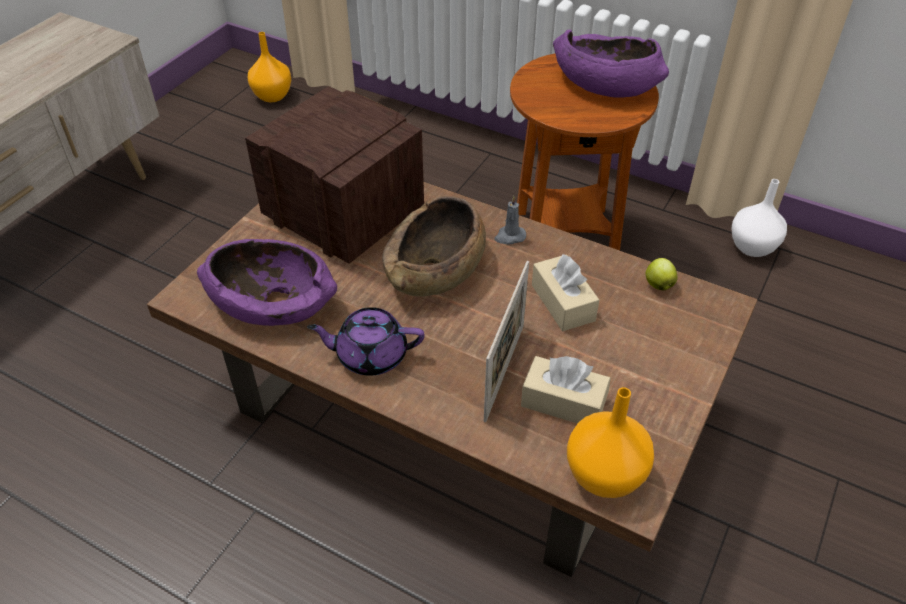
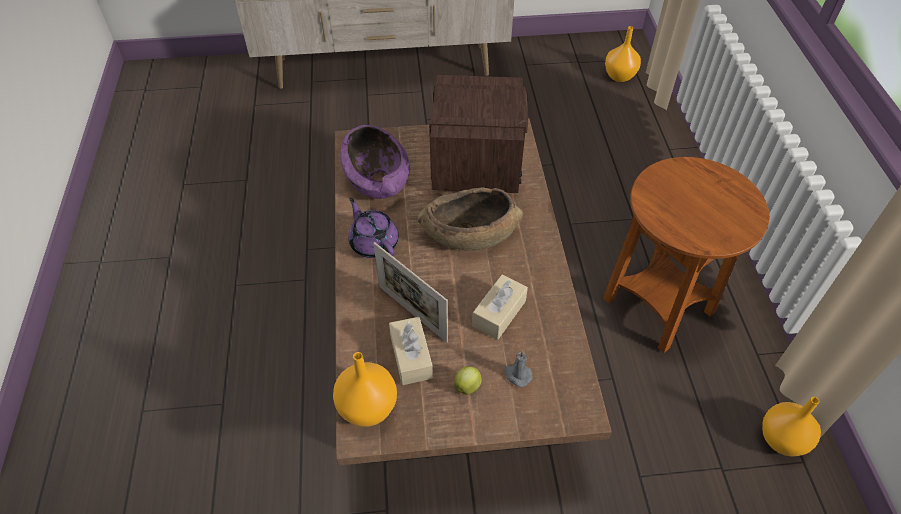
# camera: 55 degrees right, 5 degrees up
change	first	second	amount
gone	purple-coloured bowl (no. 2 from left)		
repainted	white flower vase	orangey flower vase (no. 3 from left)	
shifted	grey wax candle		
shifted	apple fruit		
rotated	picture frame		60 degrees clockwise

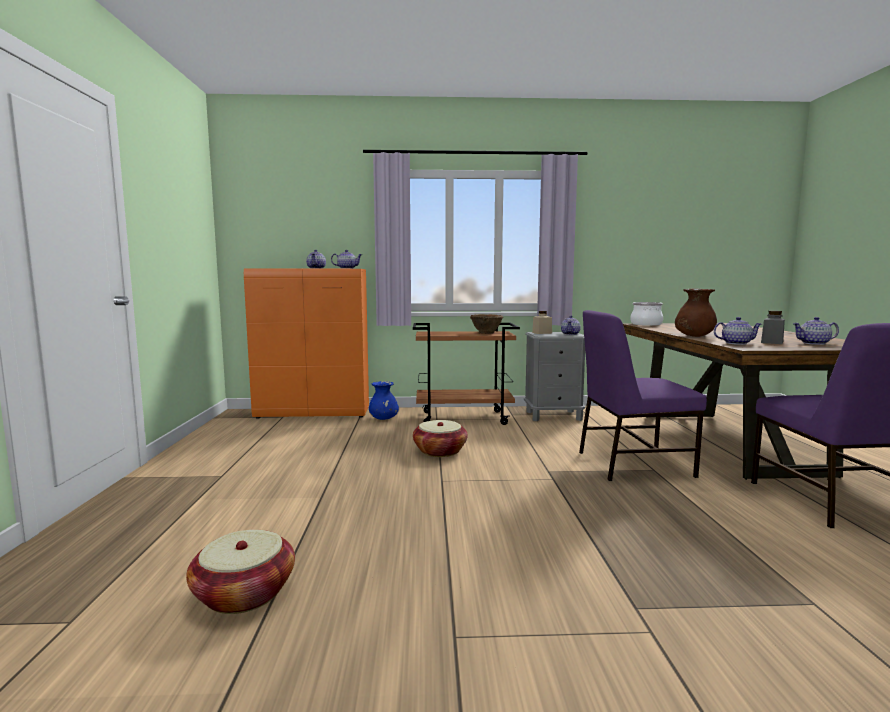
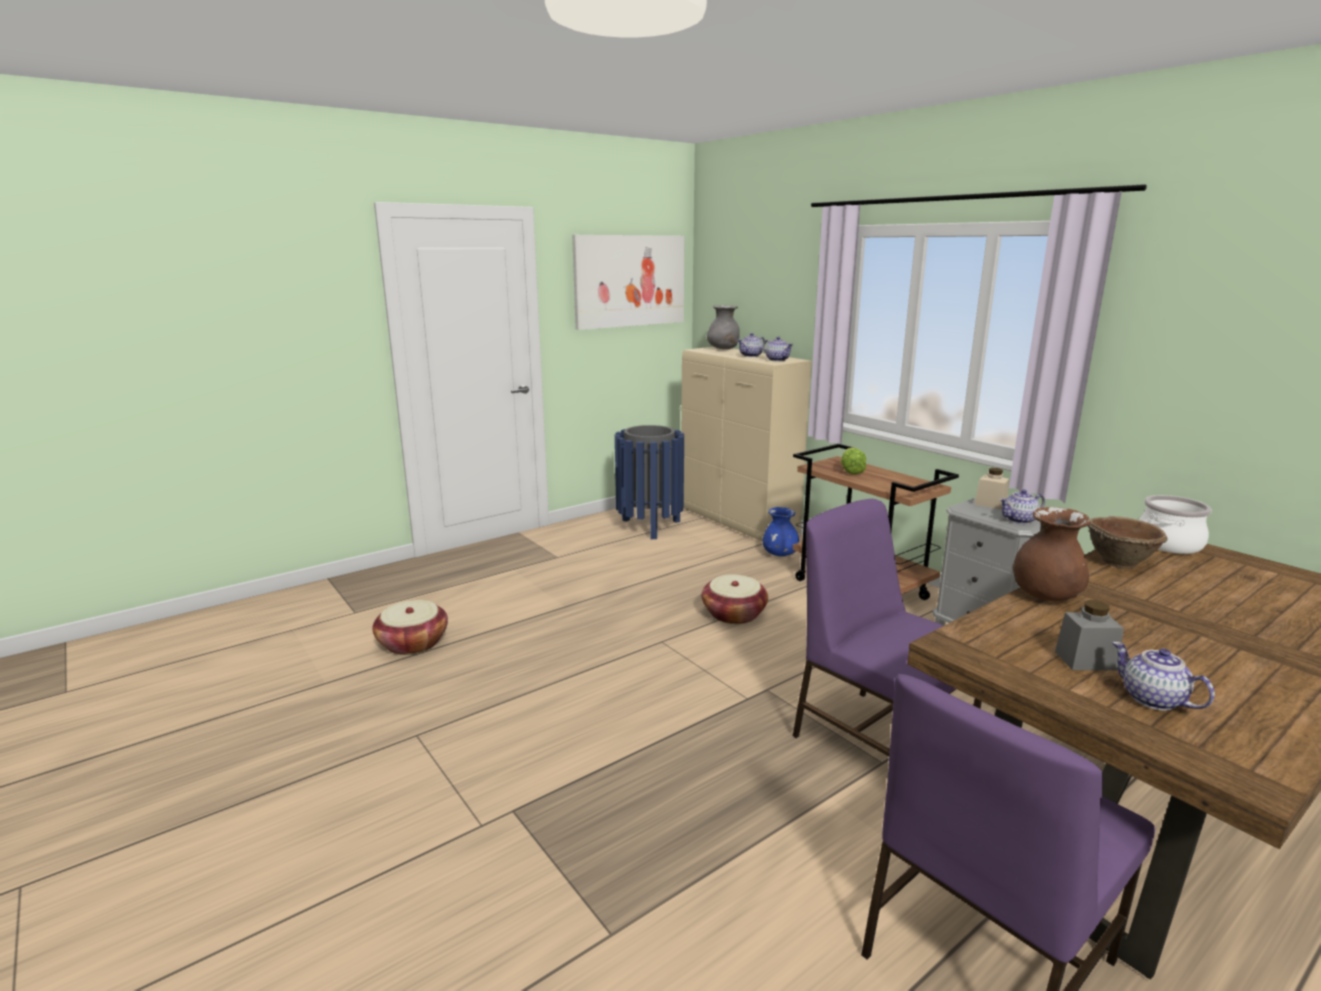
# camera: 55 degrees right, 10 degrees up
change	first	second	amount
repainted	orangey cabinet	beige cabinet	
shifted	brown-coloured bowl		
gone	teapot (no. 4 from left)		
new		picture	
new		grey flower vase	
new		blue trash can	
new		lettuce head	

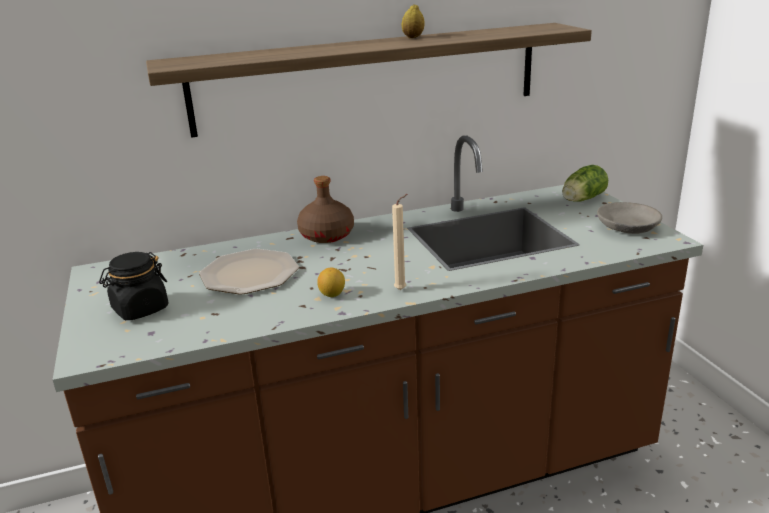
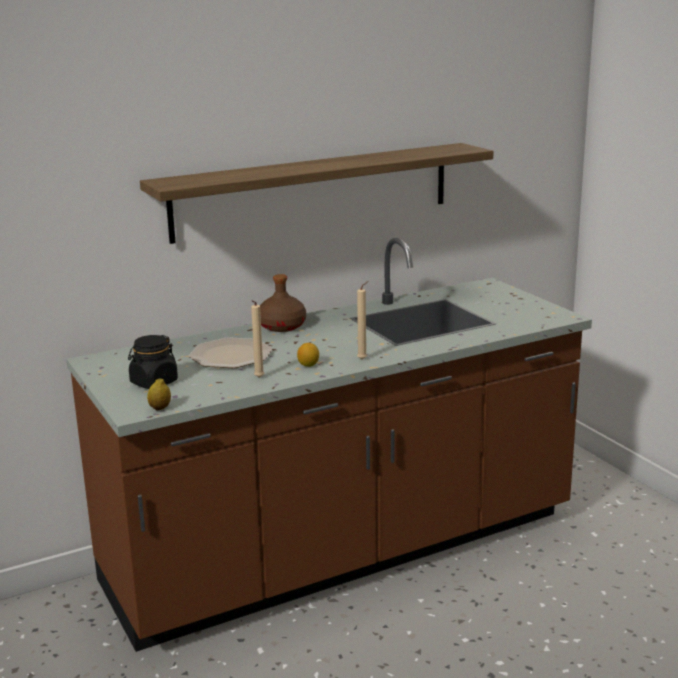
# camera: 10 degrees left, 5 degrees down
change	first	second	amount
shifted	lemon (no. 2 from left in the first image)	lemon (no. 1 from left)	
gone	lettuce head		
gone	grey bowl		
new		beige wax candle (no. 1 from left)	

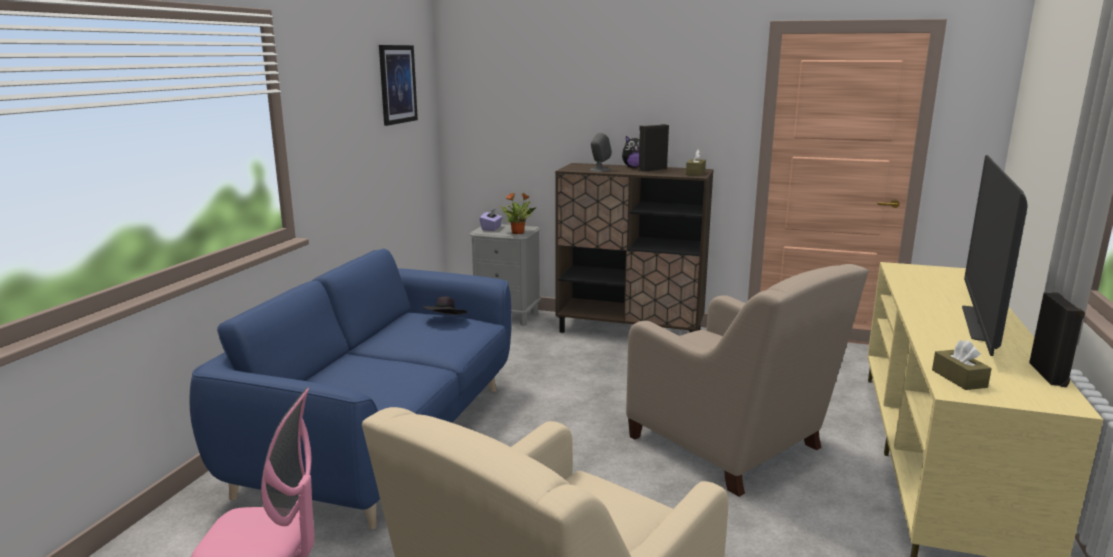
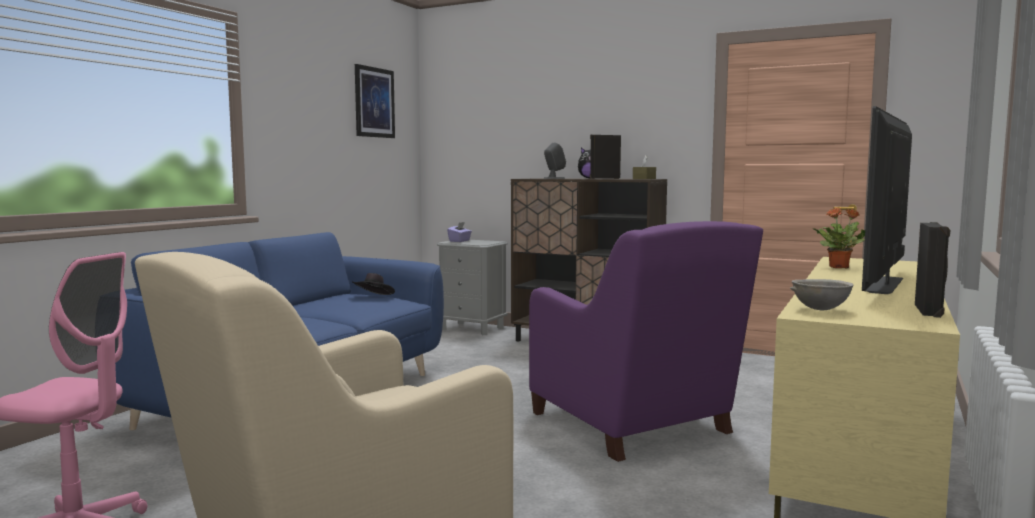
# camera: 10 degrees right, 10 degrees down
change	first	second	amount
shifted	houseplant		
repainted	beige armchair (no. 2 from left)	purple-coloured armchair	
swapped	brown-coloured box of tissues (no. 2 from left)	grey bowl	

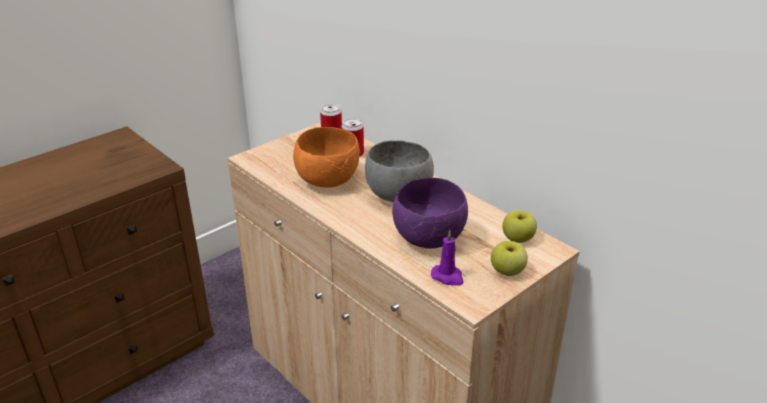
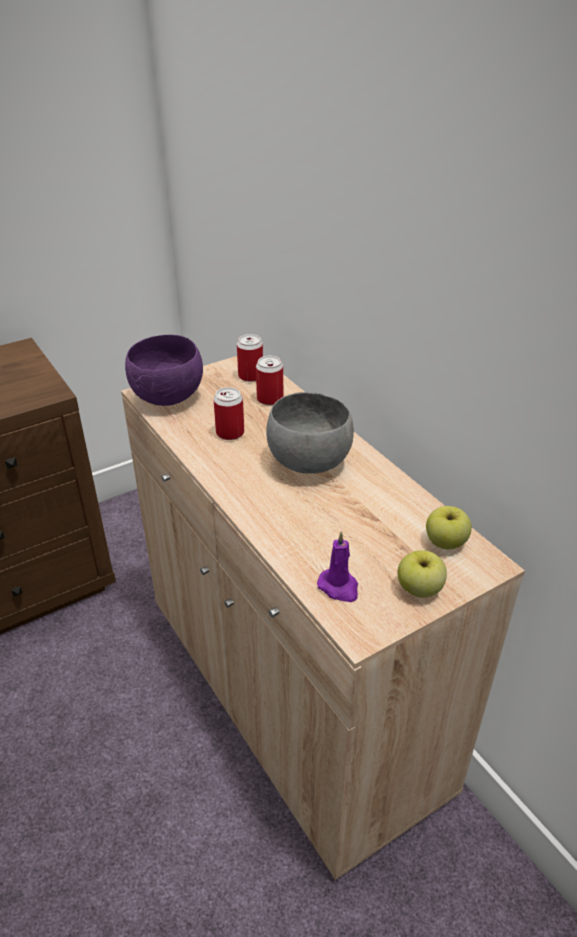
# camera: 10 degrees right, 5 degrees up
change	first	second	amount
swapped	orangey bowl	can (no. 1 from left)	
shifted	purple-coloured bowl		

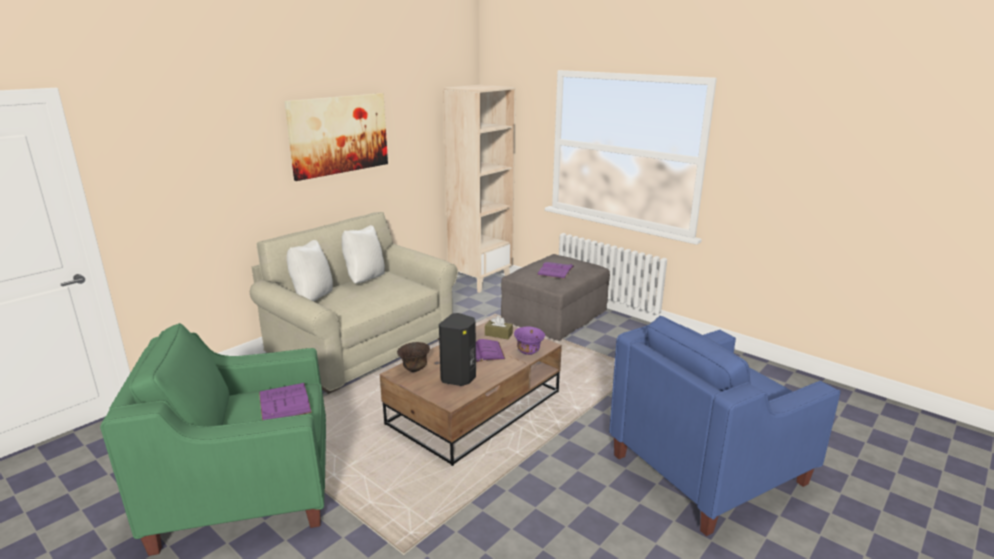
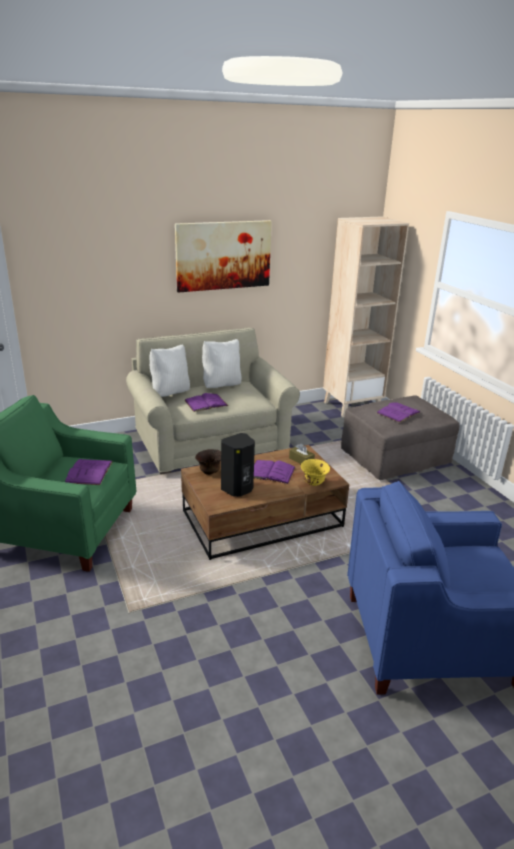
# camera: 25 degrees right, 5 degrees up
change	first	second	amount
repainted	purple-coloured bowl	yellow bowl	
new		purple-coloured bound book (no. 2 from left)	

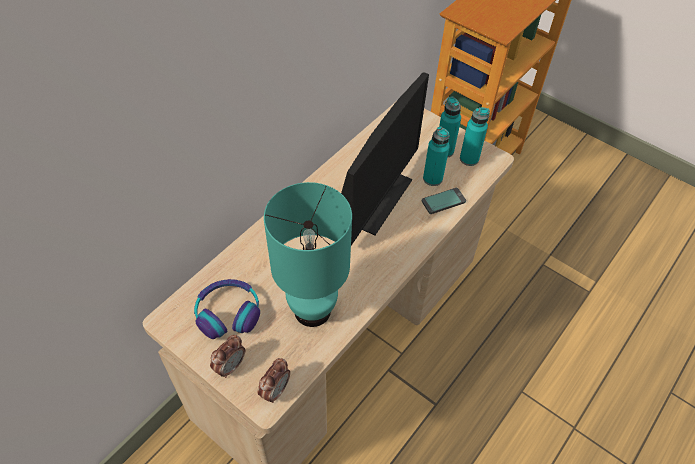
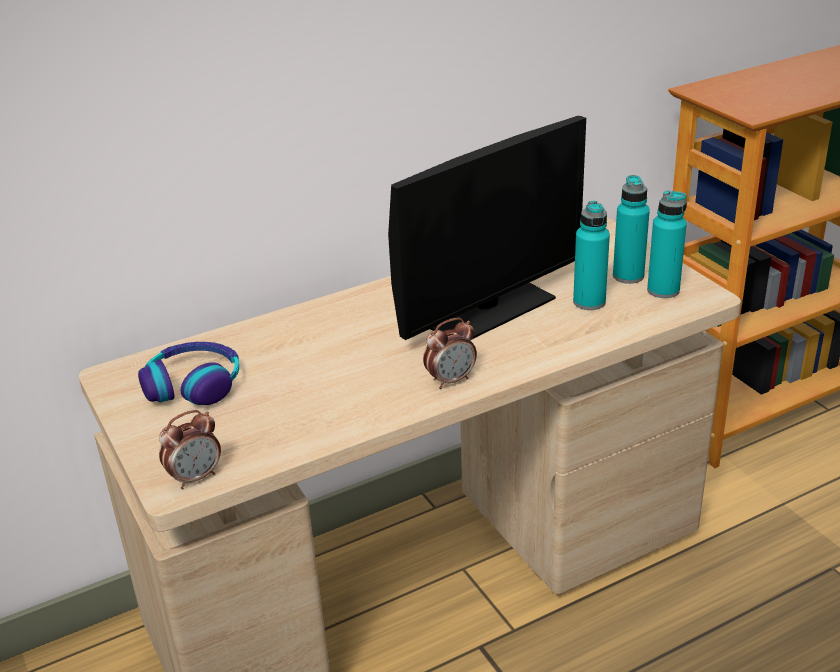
# camera: 25 degrees right, 20 degrees down
change	first	second	amount
gone	blue-green table lamp		
gone	phone		
shifted	bedside clock (no. 1 from left in the first image)	bedside clock (no. 2 from left)	

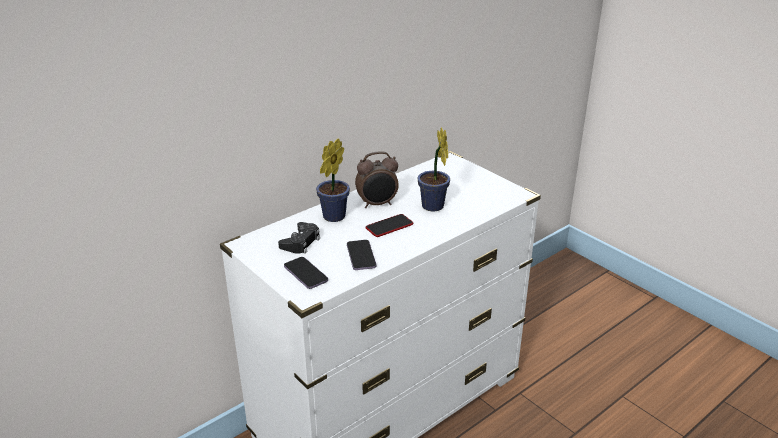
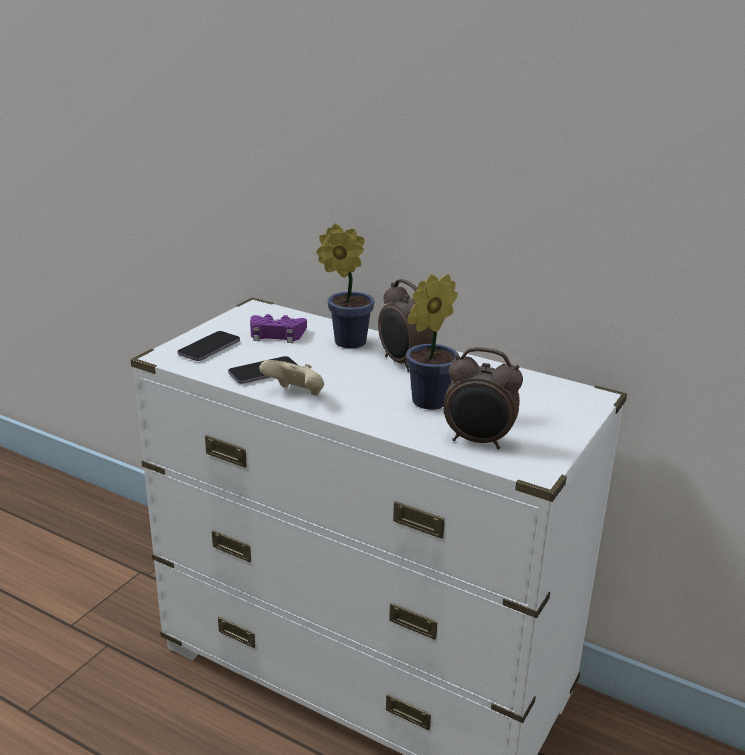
# camera: 70 degrees right, 5 degrees down
change	first	second	amount
gone	phone (no. 3 from left)		
repainted	black-coloured joypad	purple-coloured joypad	
new		bedside clock (no. 2 from left)	
new		beige joypad	

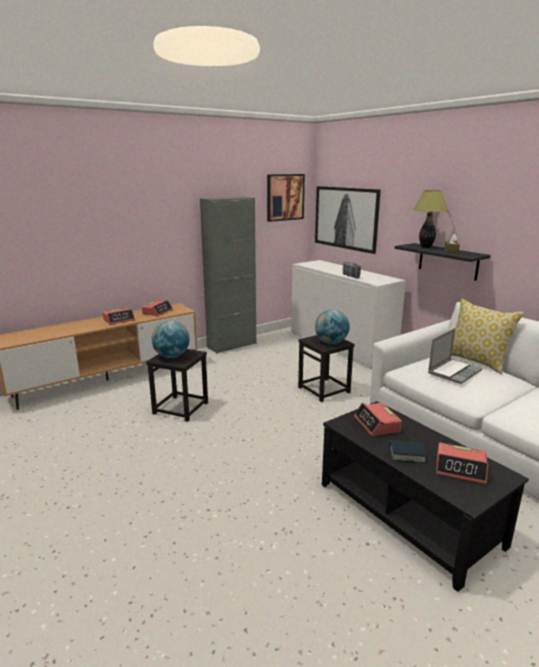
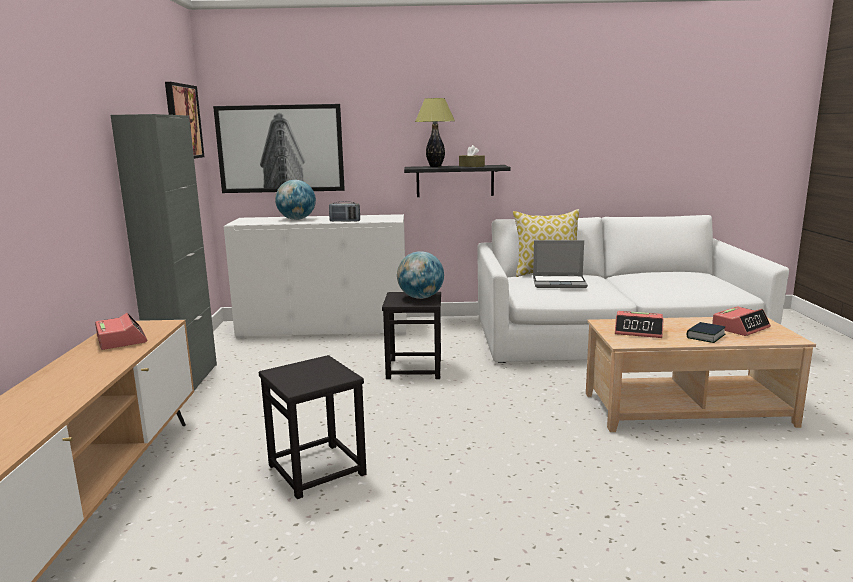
# camera: 55 degrees left, 5 degrees down
change	first	second	amount
gone	bedside clock (no. 1 from left)		
shifted	globe (no. 1 from left)		
rotated	laptop		105 degrees clockwise
repainted	black-coloured low table	beige low table	

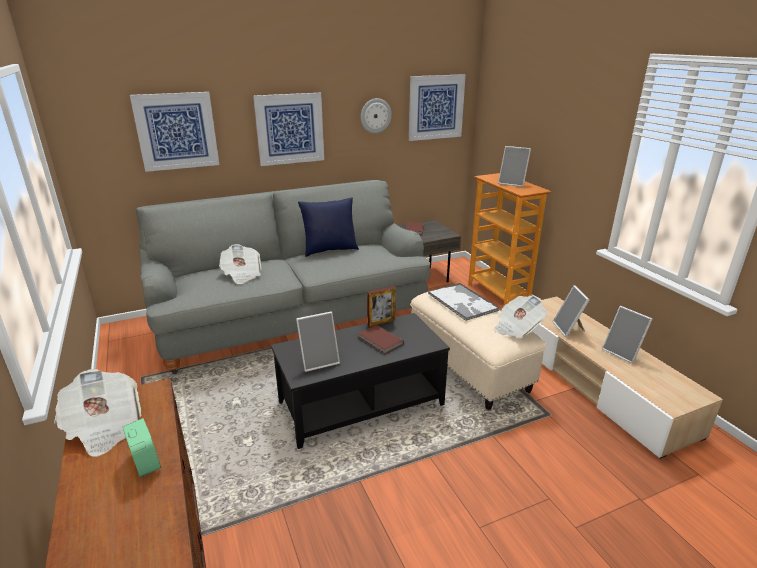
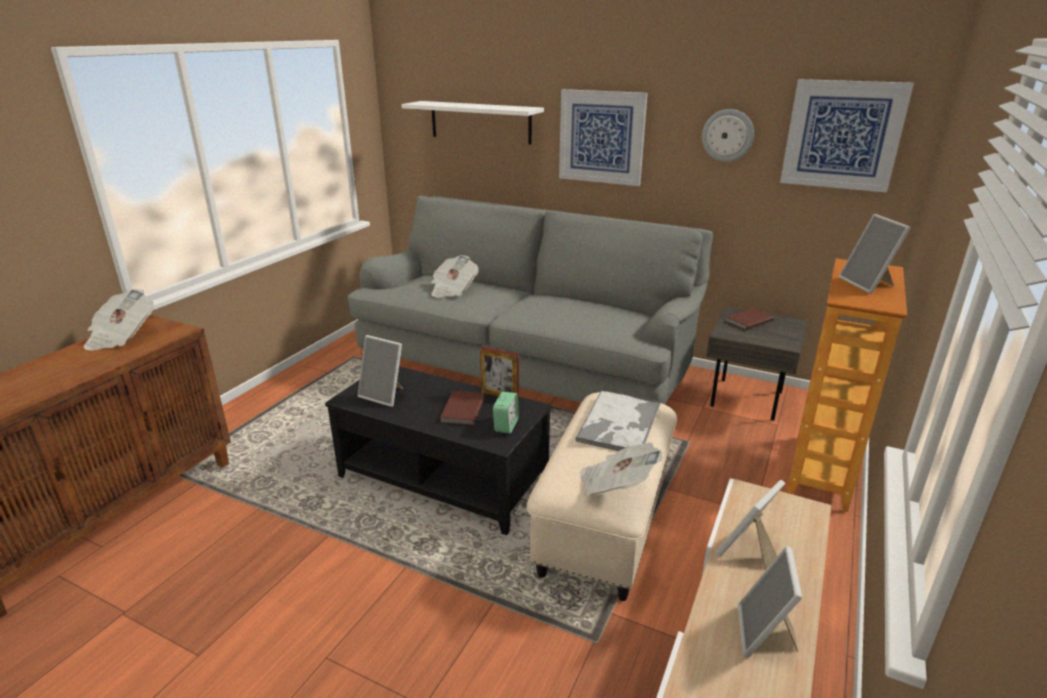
# camera: 50 degrees right, 0 degrees up
change	first	second	amount
swapped	picture (no. 1 from left)	white bracket shelf	
gone	blue cushion		
shifted	bedside clock		

